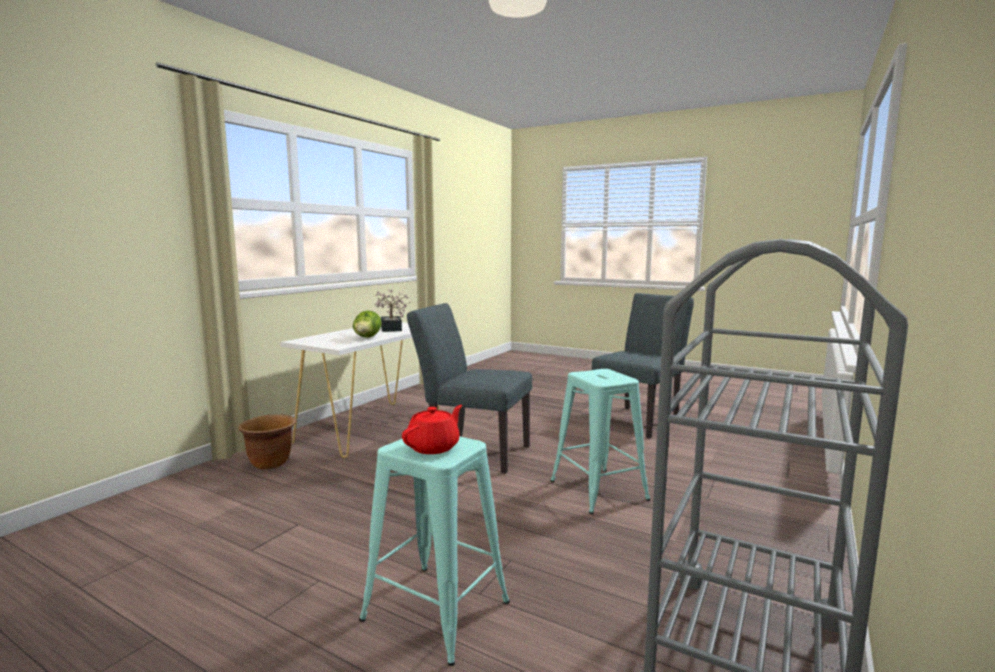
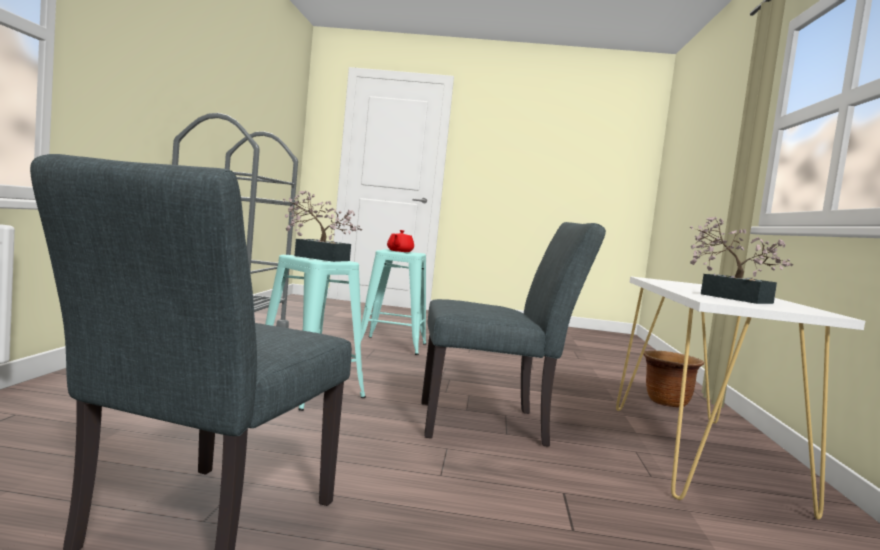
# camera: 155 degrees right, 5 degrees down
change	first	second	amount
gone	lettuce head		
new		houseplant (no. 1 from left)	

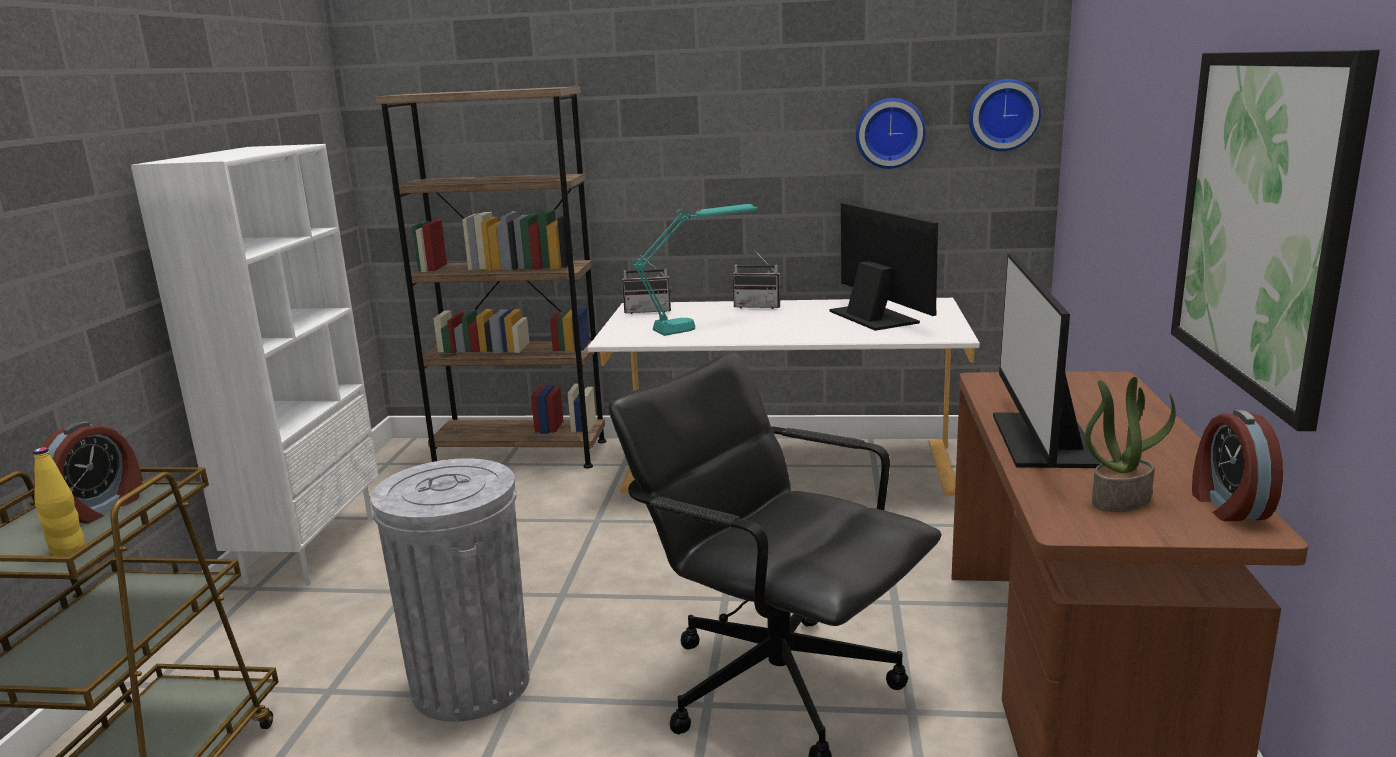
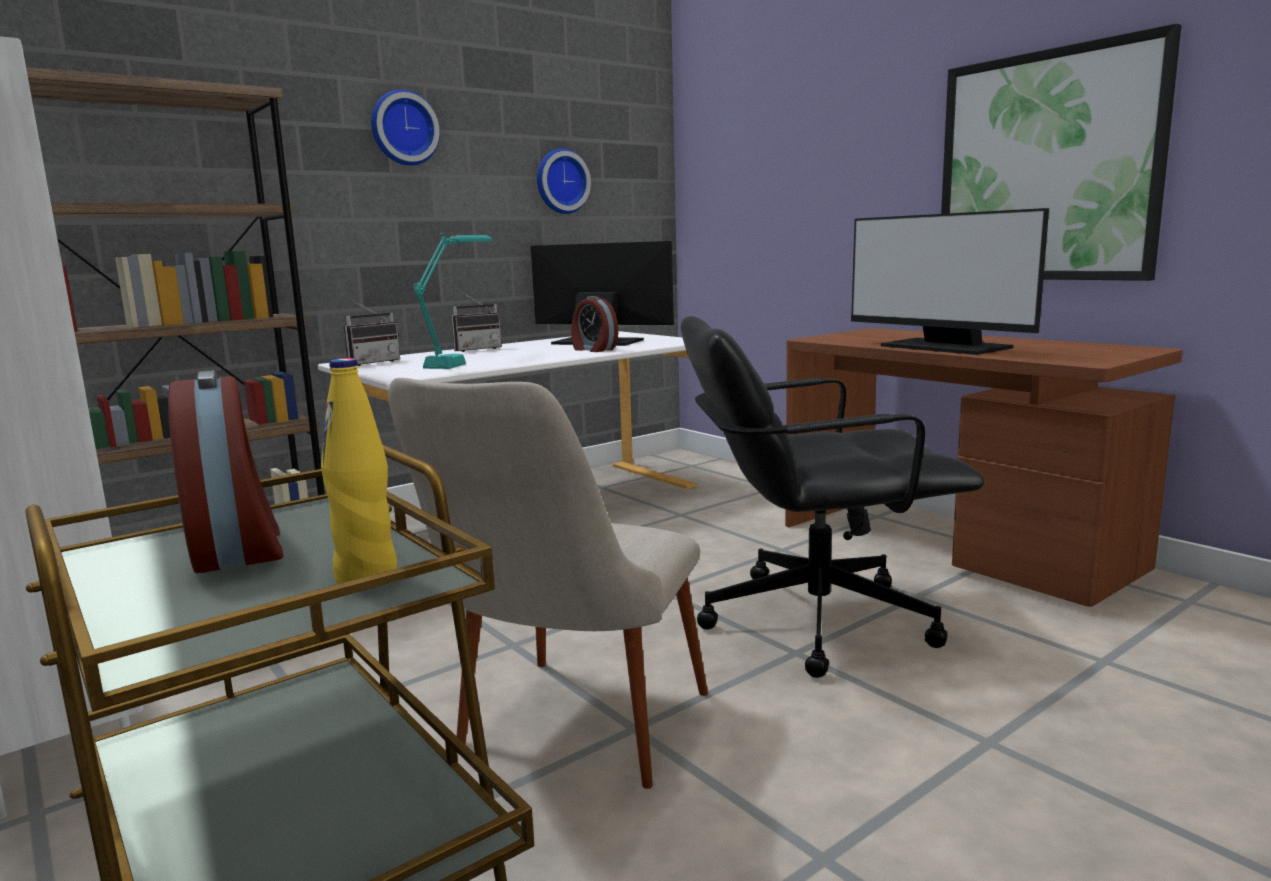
# camera: 45 degrees left, 5 degrees down
change	first	second	amount
shifted	clock on the wall (no. 2 from left in the first image)	clock on the wall (no. 1 from left)	
gone	houseplant		
shifted	bedside clock (no. 2 from left)		
swapped	grey trash can	beige plain chair	

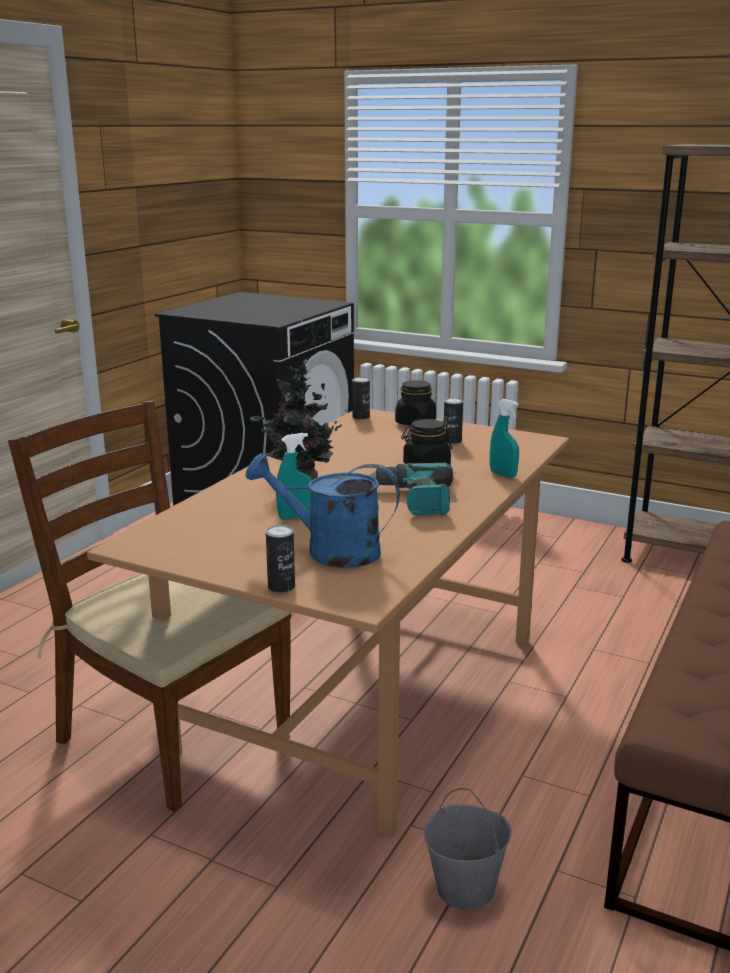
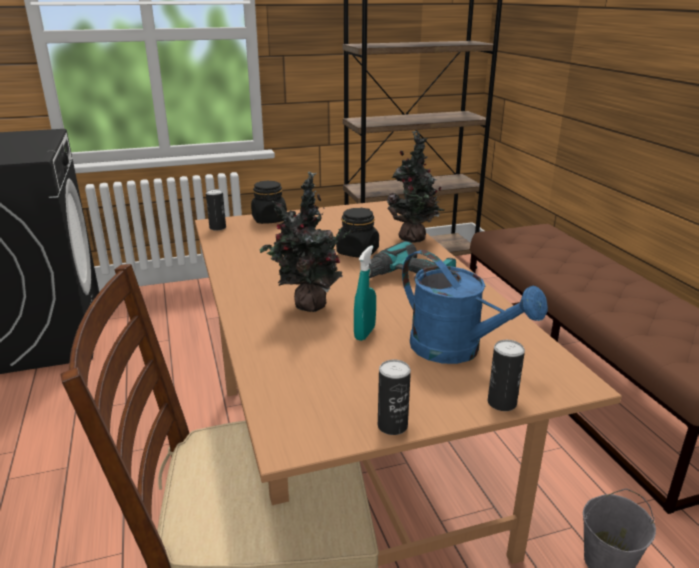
# camera: 45 degrees left, 5 degrees up
change	first	second	amount
shifted	can (no. 3 from left in the first image)	can (no. 2 from left)	
swapped	blue-green spray bottle (no. 2 from left)	houseplant (no. 2 from left)	
rotated	blue watering pot		105 degrees counterclockwise

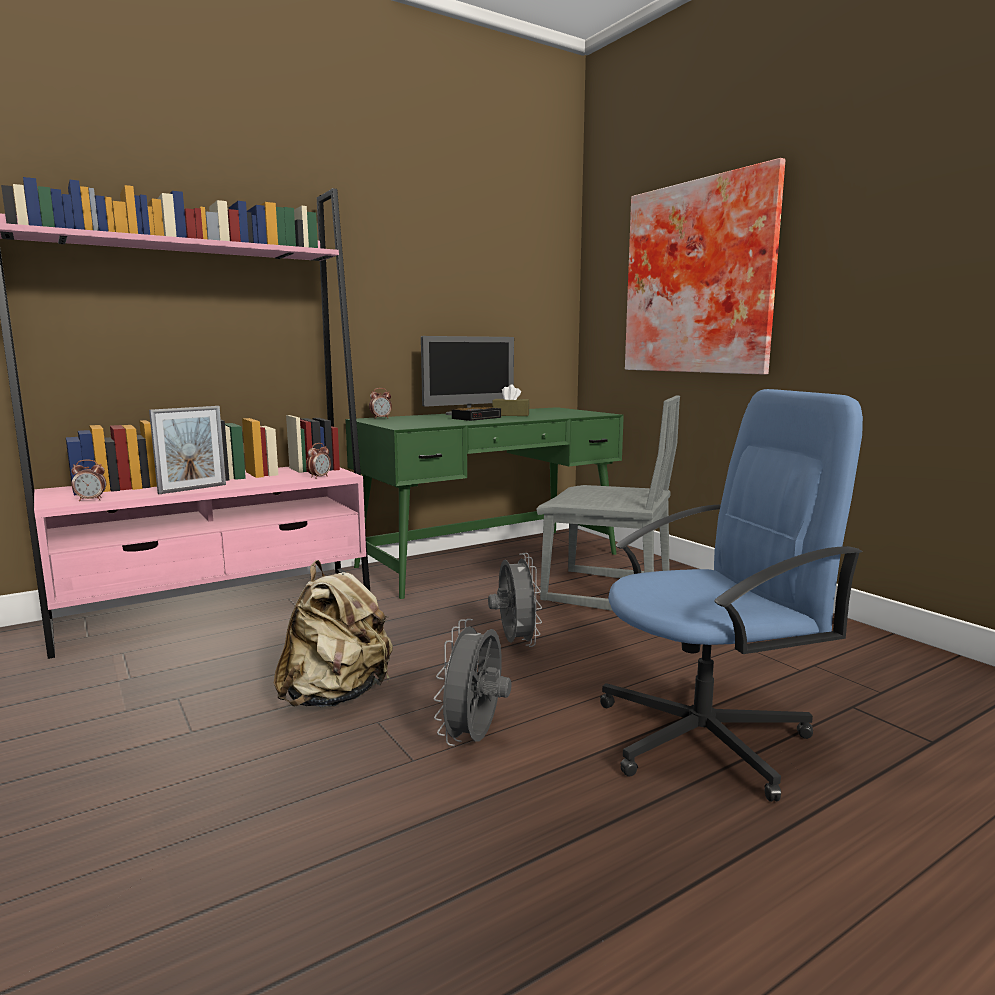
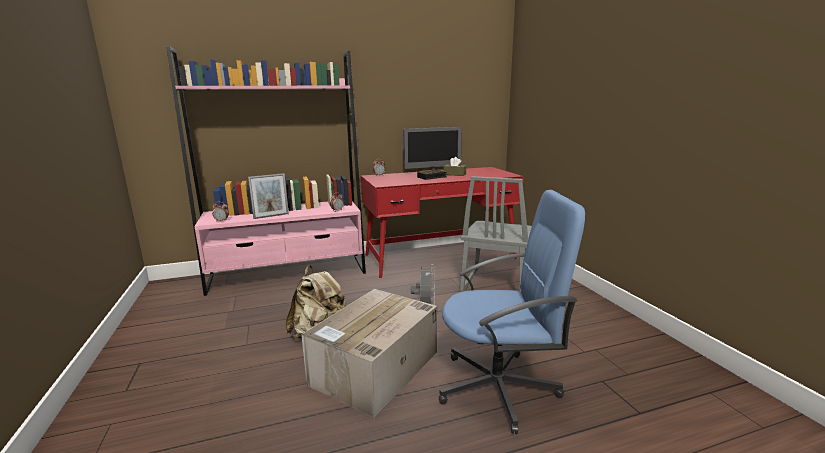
# camera: 15 degrees right, 5 degrees up
change	first	second	amount
gone	picture		
rotated	grey plain chair		75 degrees clockwise
repainted	greenish desk	red-coloured desk	
swapped	grey electric fan (no. 1 from left)	cardboard box	

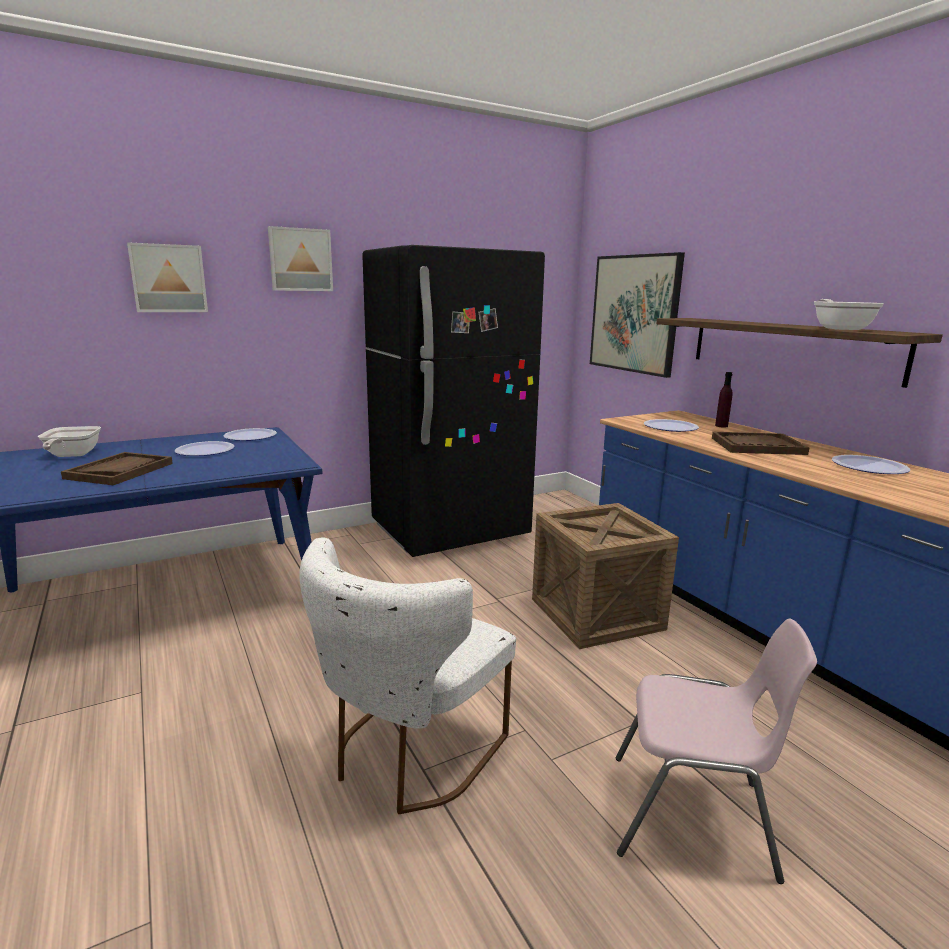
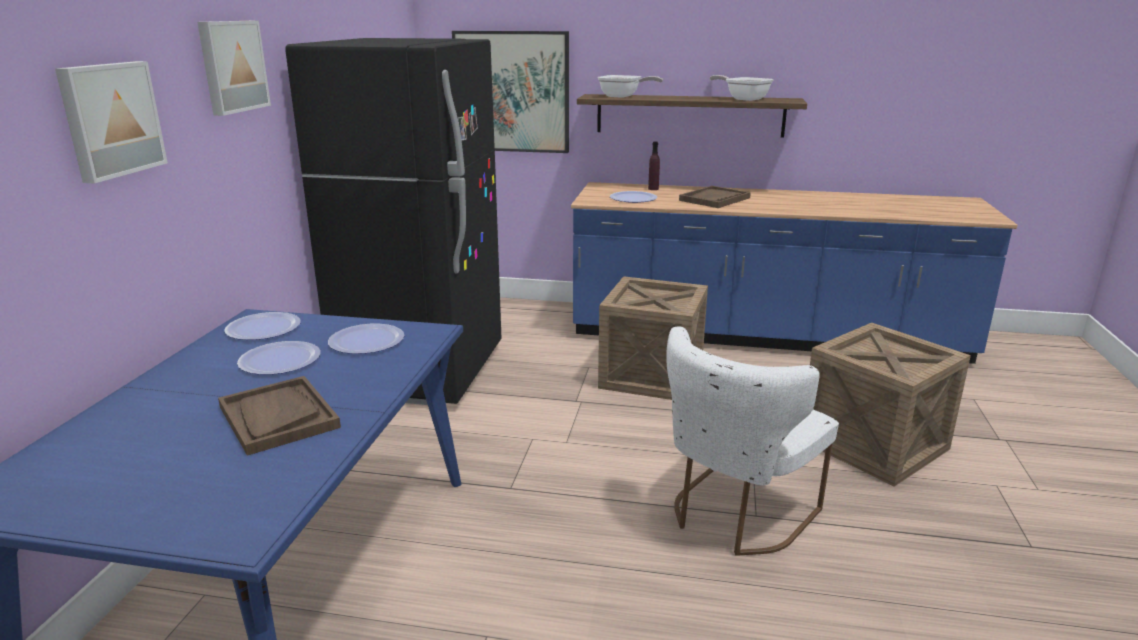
# camera: 50 degrees left, 5 degrees up
change	first	second	amount
shifted	frying pan (no. 1 from left)		
shifted	flat dish (no. 4 from left in the first image)	flat dish (no. 3 from left)	
rotated	white plain chair		60 degrees clockwise
swapped	pink-coloured plain chair	packing crate (no. 2 from left)	

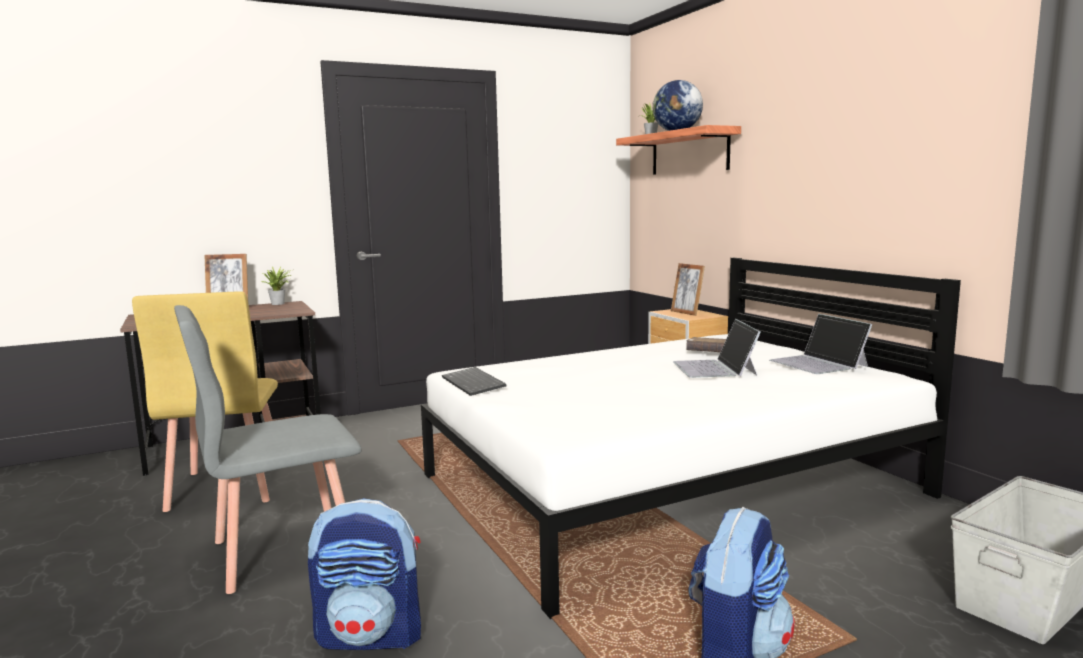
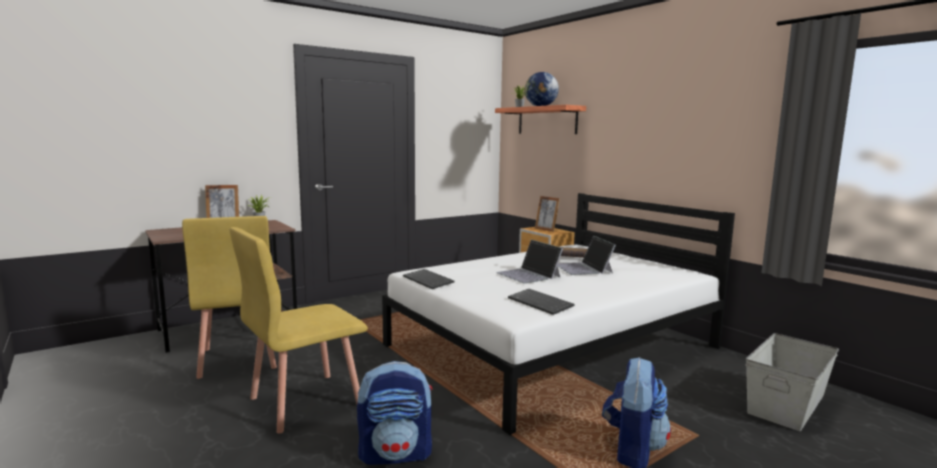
# camera: 10 degrees left, 0 degrees up
change	first	second	amount
repainted	grey plain chair	yellow plain chair (no. 2 from left)	
shifted	laptop (no. 2 from left in the first image)	laptop (no. 1 from left)	
new		keyboard (no. 2 from left)	

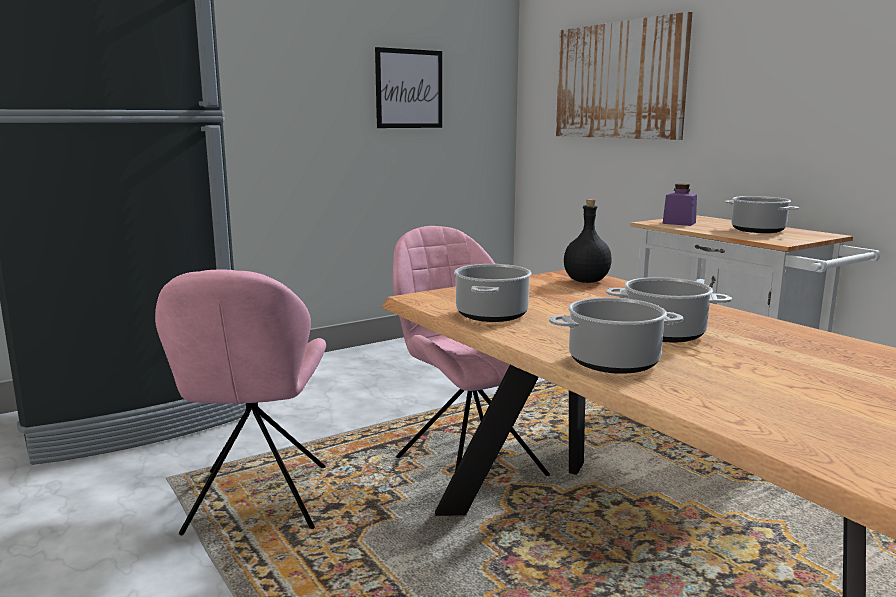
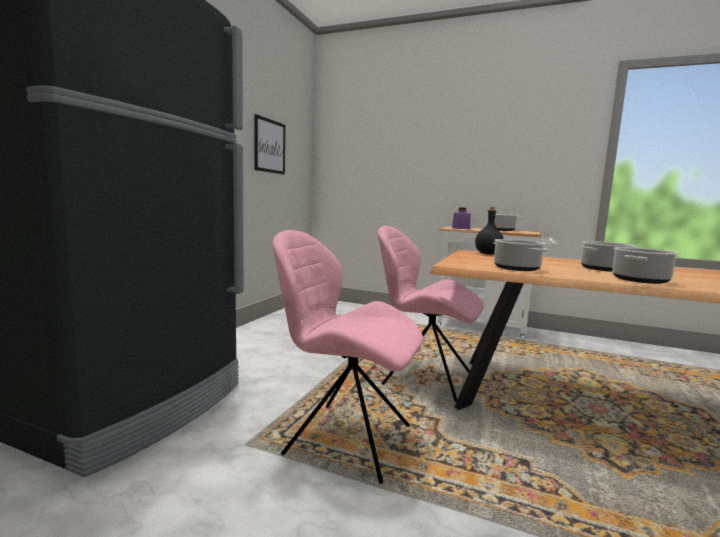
# camera: 35 degrees left, 5 degrees down
change	first	second	amount
gone	picture (no. 2 from left)		
rotated	pink-coloured plain chair (no. 1 from left)		150 degrees clockwise

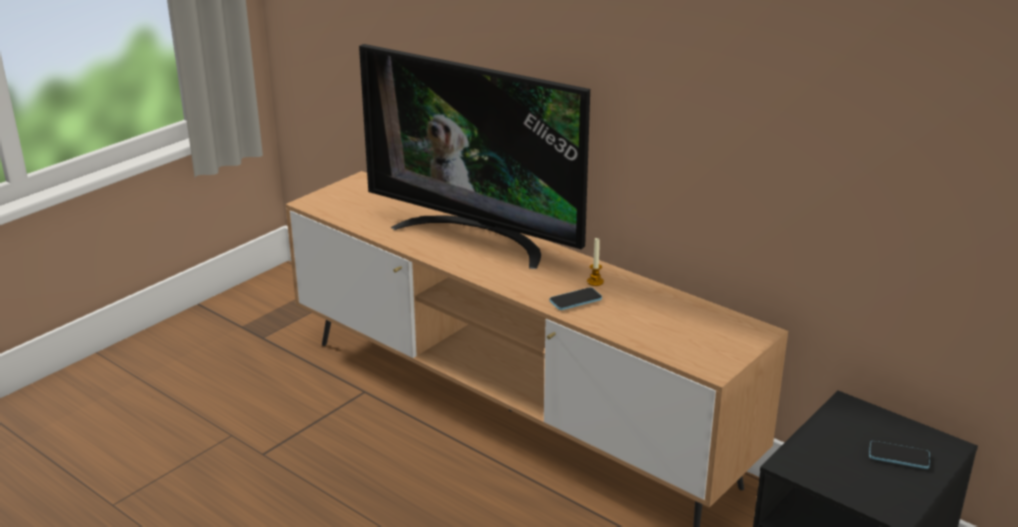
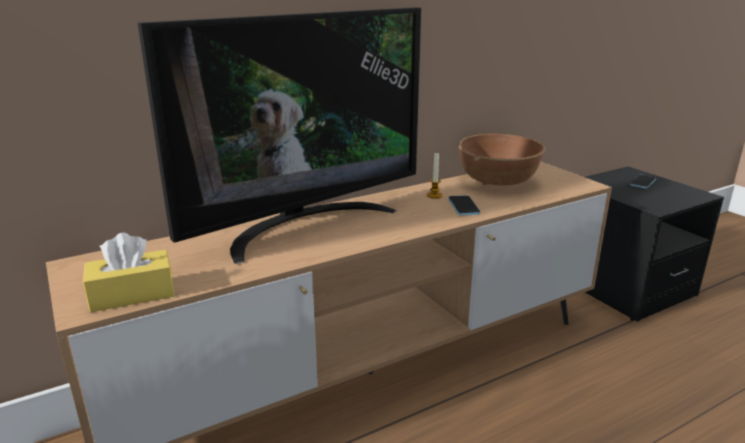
# camera: 70 degrees left, 5 degrees down
change	first	second	amount
new		brown-coloured bowl	
new		yellow box of tissues	

